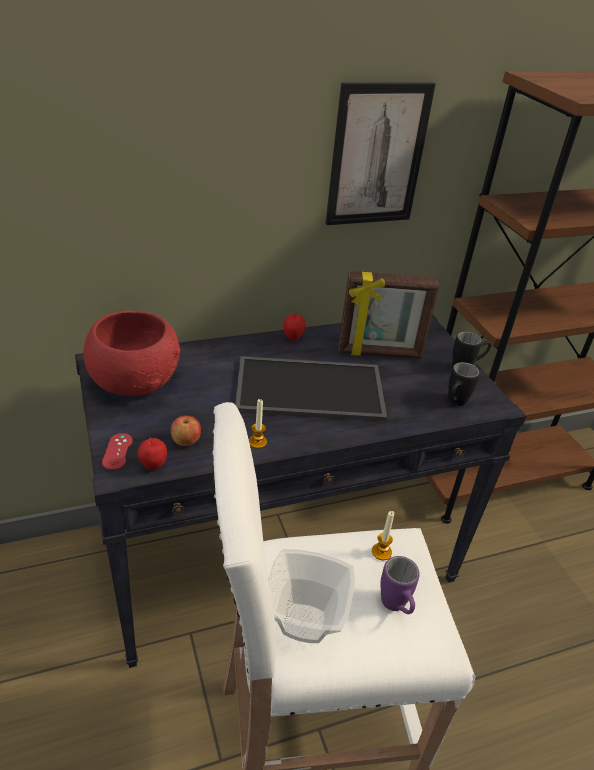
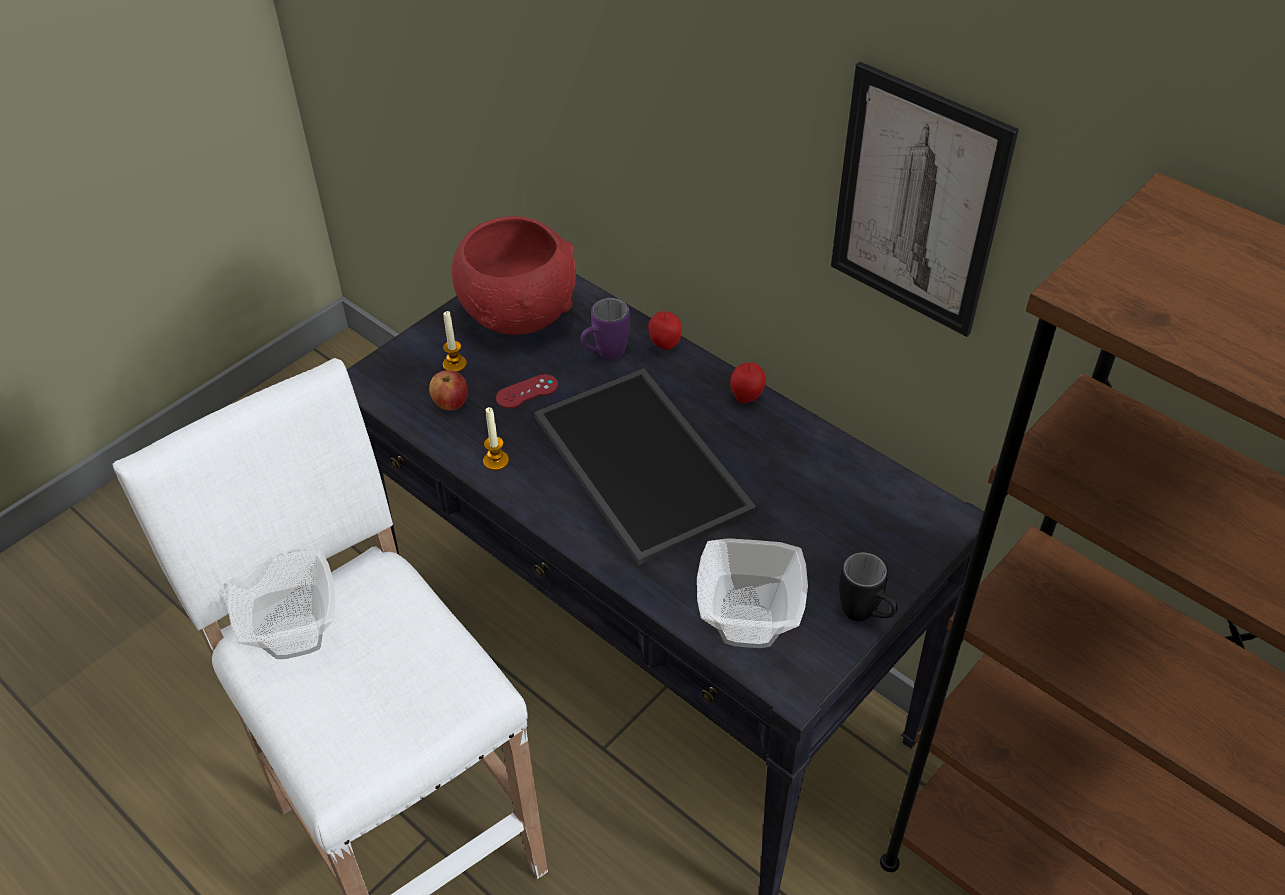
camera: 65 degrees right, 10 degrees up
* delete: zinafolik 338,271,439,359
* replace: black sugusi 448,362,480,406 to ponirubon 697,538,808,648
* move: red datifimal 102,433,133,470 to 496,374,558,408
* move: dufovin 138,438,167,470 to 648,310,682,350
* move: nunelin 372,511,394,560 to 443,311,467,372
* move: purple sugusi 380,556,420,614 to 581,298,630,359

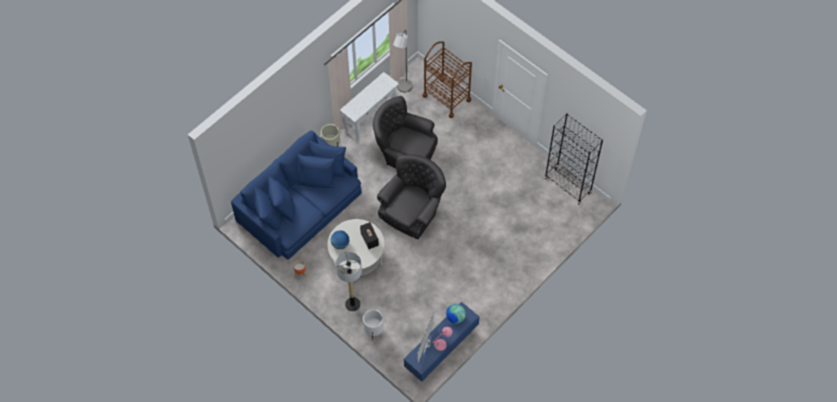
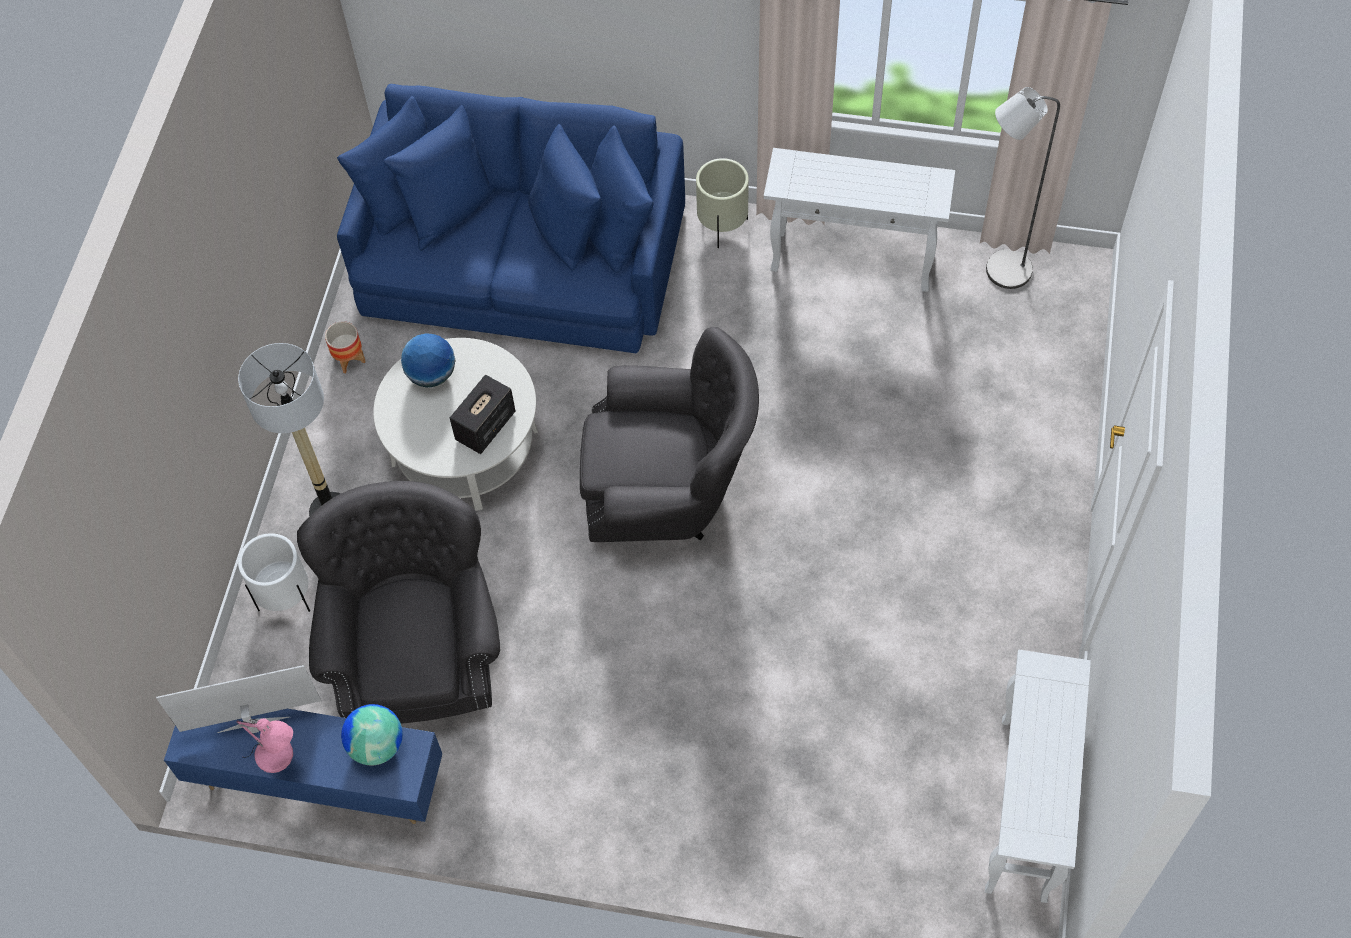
camera: 60 degrees right, 0 degrees up
* delete: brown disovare 422,41,472,118
* move: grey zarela 373,96,438,168 to 297,481,500,723
* replace: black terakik 545,113,603,205 to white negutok 985,650,1091,903

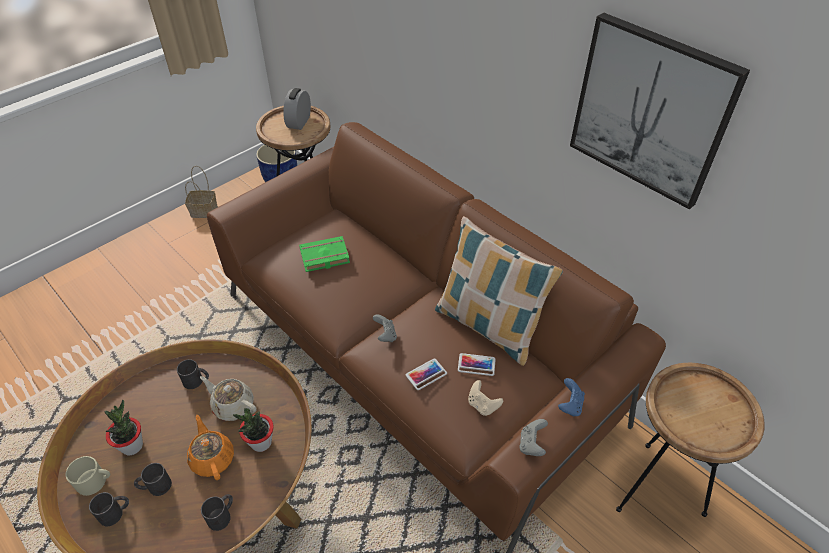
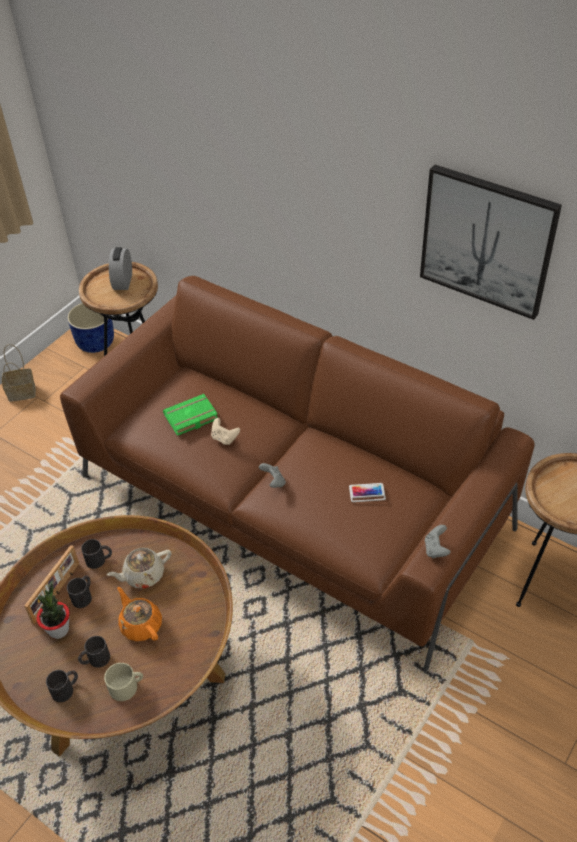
camera: 10 degrees left, 0 degrees up
* delete: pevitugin 435,216,563,366
* delete: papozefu 406,359,447,390
* rotate: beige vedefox 200,376,257,421 = 107,548,171,588 45 degrees counterclockwise
* delete: blue datifimal 558,378,585,416
* move: beige datifimal 468,380,503,416 to 211,418,240,445
* delete: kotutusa 233,408,274,452
* move: beige sugusi 66,456,110,496 to 104,663,143,701
* move: black sugusi 201,494,233,531 to 67,575,92,608
* insert: zinafolik 24,545,79,624

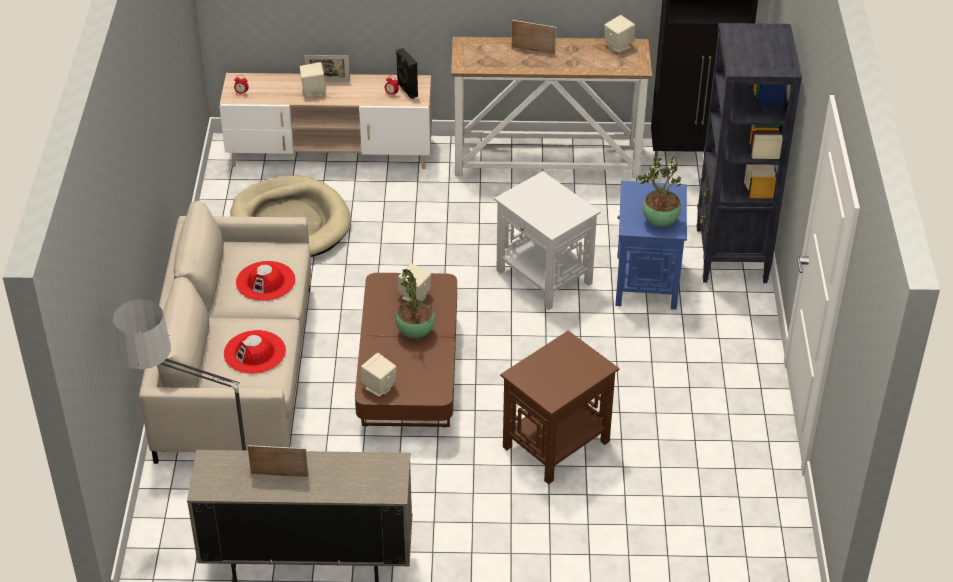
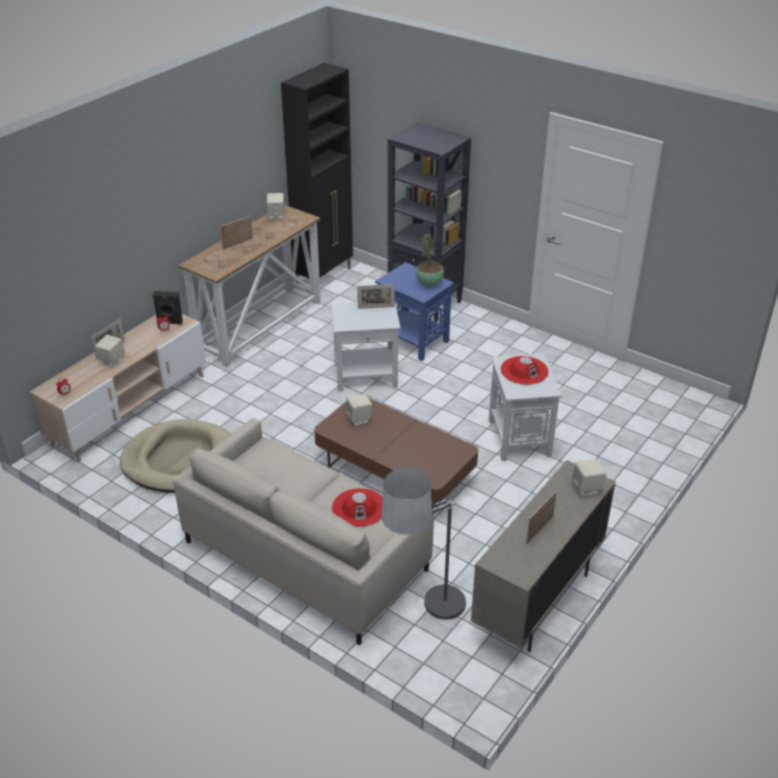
camera: 55 degrees left, 5 degrees down
* move: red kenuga 236,261,295,301 to 501,356,549,385
* delete: kotutusa 396,269,435,338
* recolor: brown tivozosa 500,331,620,484 to white tivozosa 489,353,562,461
* move: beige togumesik 360,353,396,397 to 571,459,606,497
* insert: zinafolik 357,284,395,309

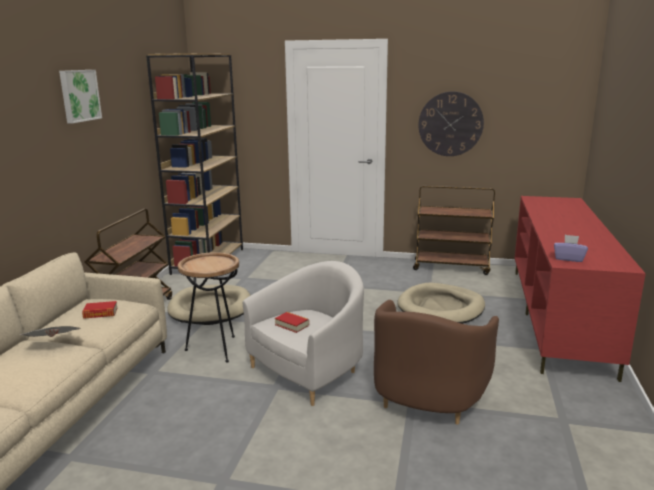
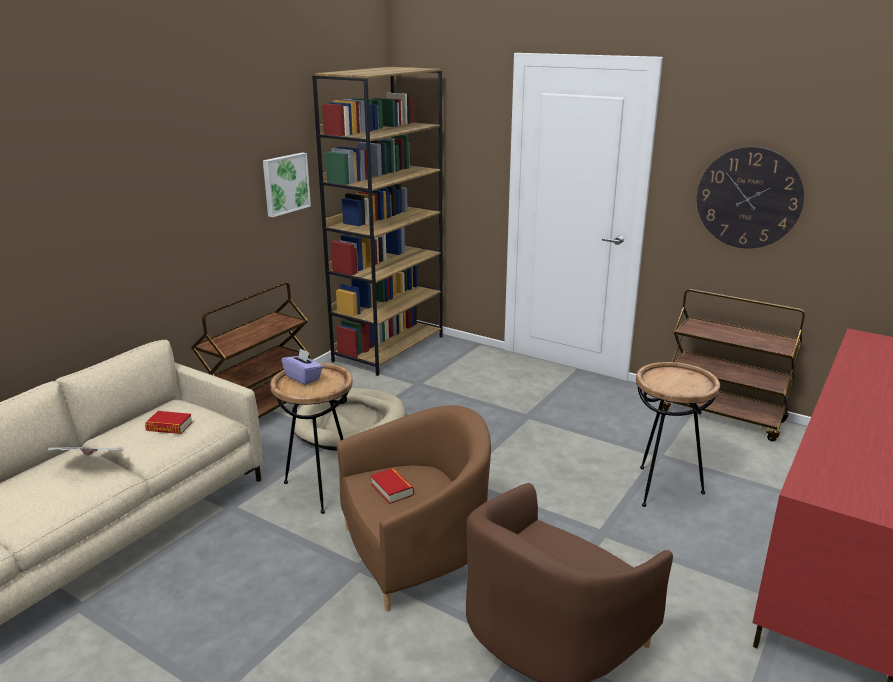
camera: 20 degrees right, 5 degrees up
* move: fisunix 59,70,102,123 to 263,153,311,217
* move: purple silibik 554,235,588,262 to 281,348,323,385
* recolor: white zarela 243,261,364,406 to brown zarela 337,405,491,611
* replace: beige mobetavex 398,283,485,324 to brown tivozosa 636,362,720,507

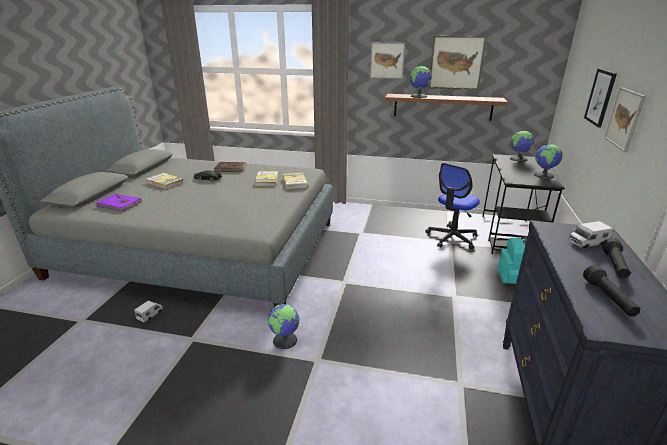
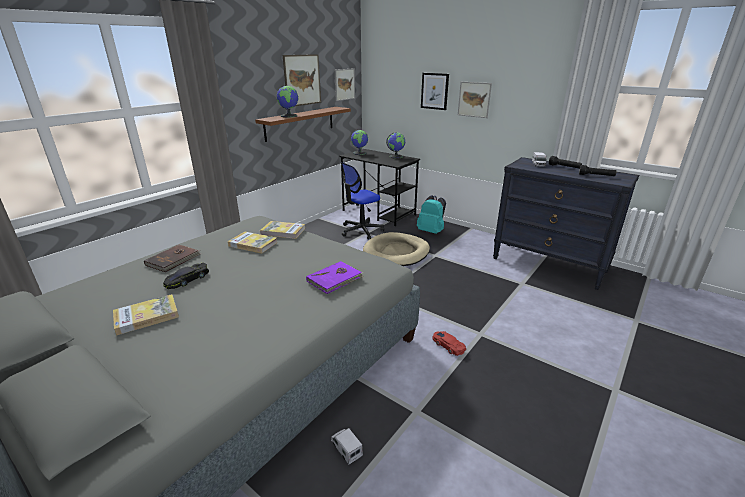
camera: 65 degrees left, 0 degrees up
* move: fisunix 370,43,405,79 to 335,68,355,101
* rotate: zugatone 426,163,480,250 = 341,162,384,240 75 degrees clockwise
* move: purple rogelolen 95,194,141,212 to 306,261,364,294
* replace: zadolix 268,303,300,349 to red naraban 433,331,466,356
* insert: beige mobetavex 363,232,430,266

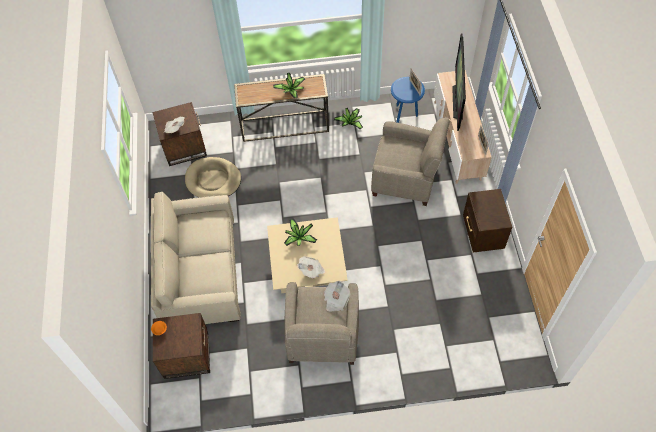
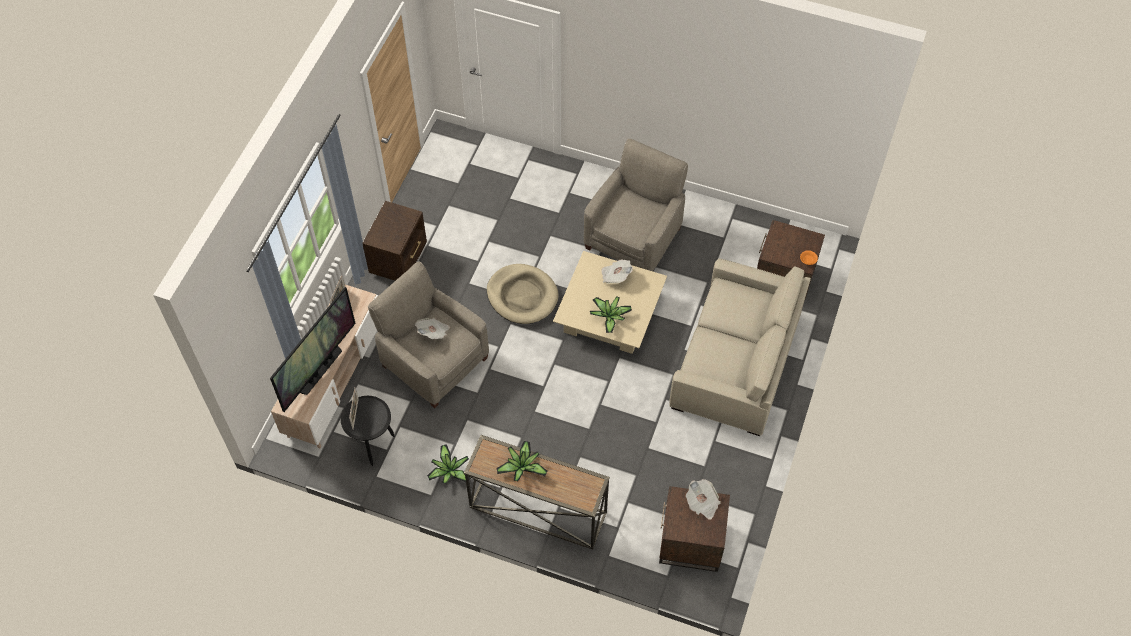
camera: 155 degrees left, 0 degrees up
* recolor: blue tivozosa 391,77,425,123 to black tivozosa 341,396,395,466
* move: beige mobetavex 185,157,241,197 to 487,264,559,324
* move: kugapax 324,281,351,312 to 415,318,450,339

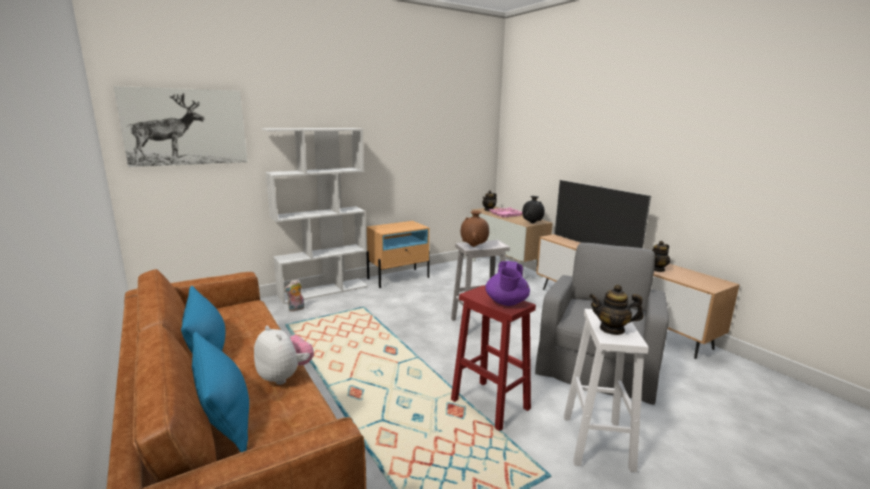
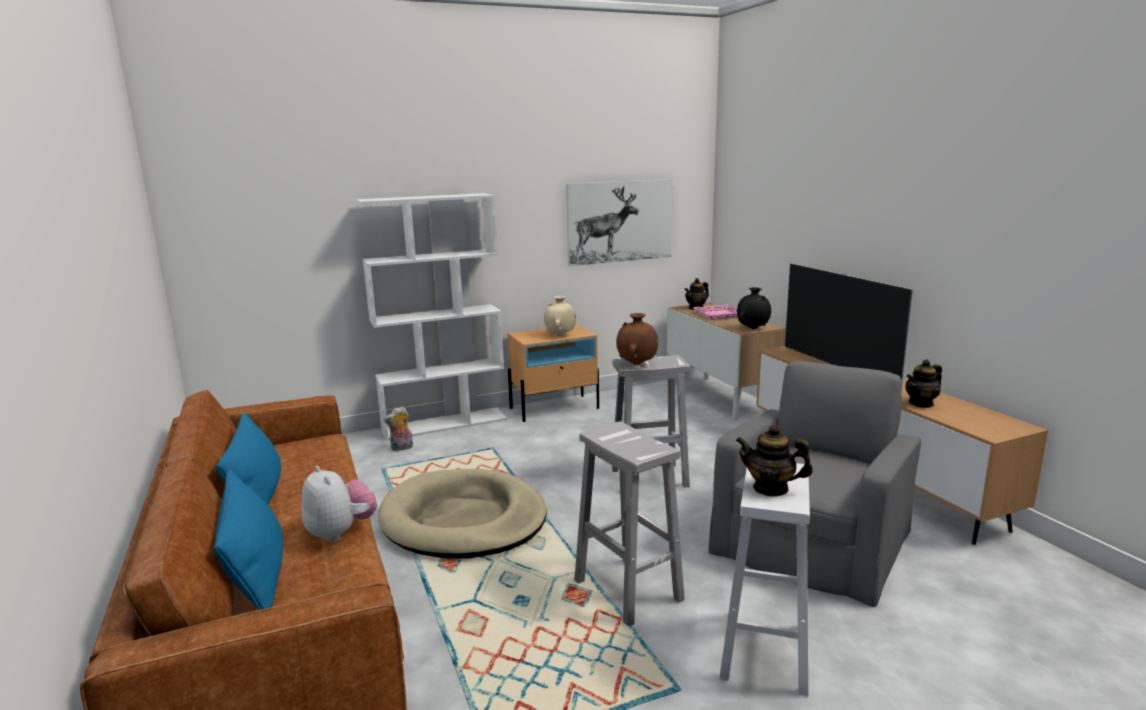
camera: 10 degrees right, 0 degrees up
* move: fisunix 113,86,247,167 to 566,179,673,266
* delete: purple vedefox 485,261,530,306
* recolor: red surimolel 451,285,536,431 to white surimolel 574,421,685,626
* insert: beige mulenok 544,296,576,336
* insert: beige mobetavex 378,469,547,558

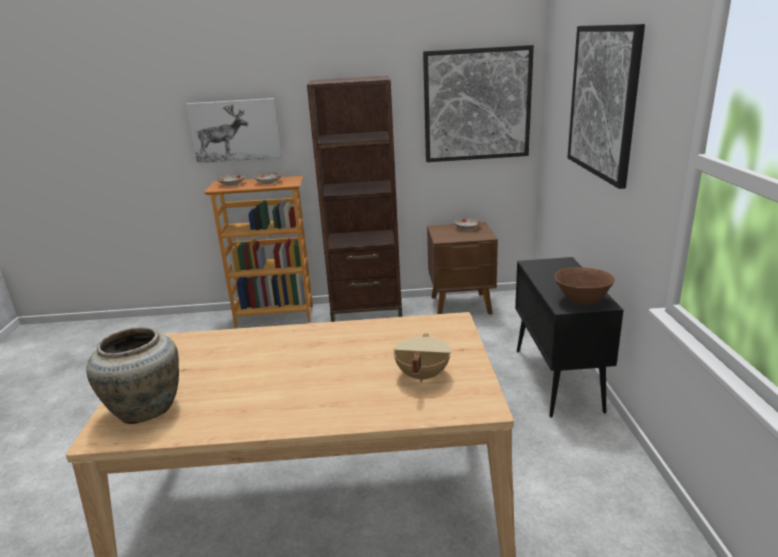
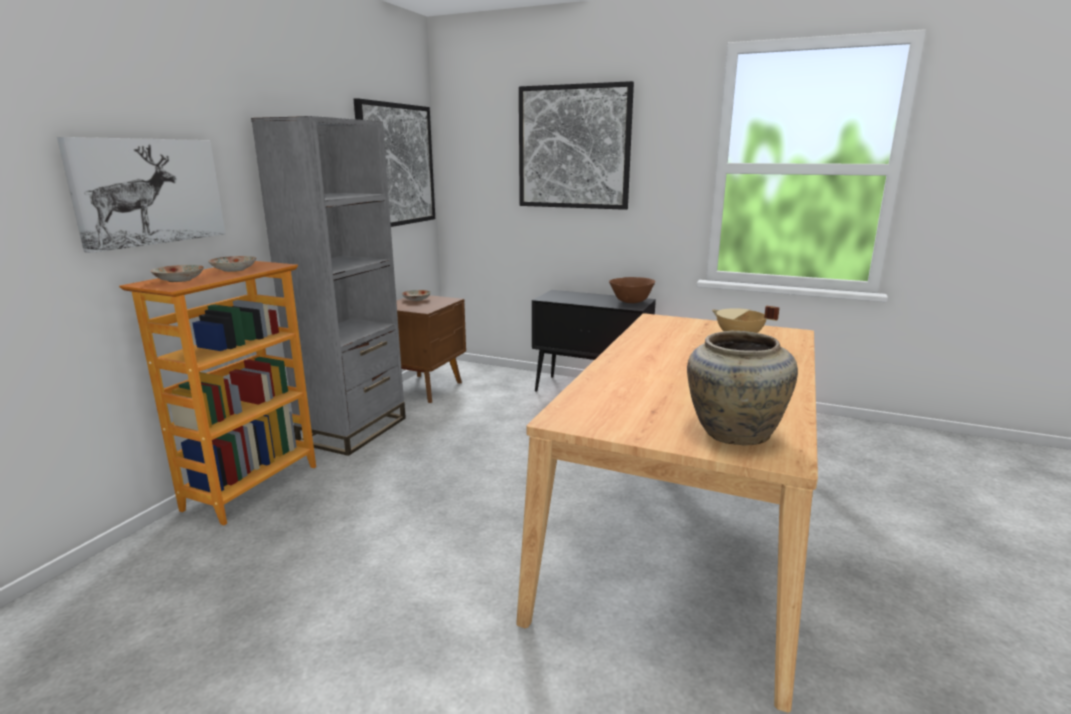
camera: 65 degrees left, 5 degrees down
* recolor: brown terakik 307,76,402,322 to grey terakik 251,116,406,456

